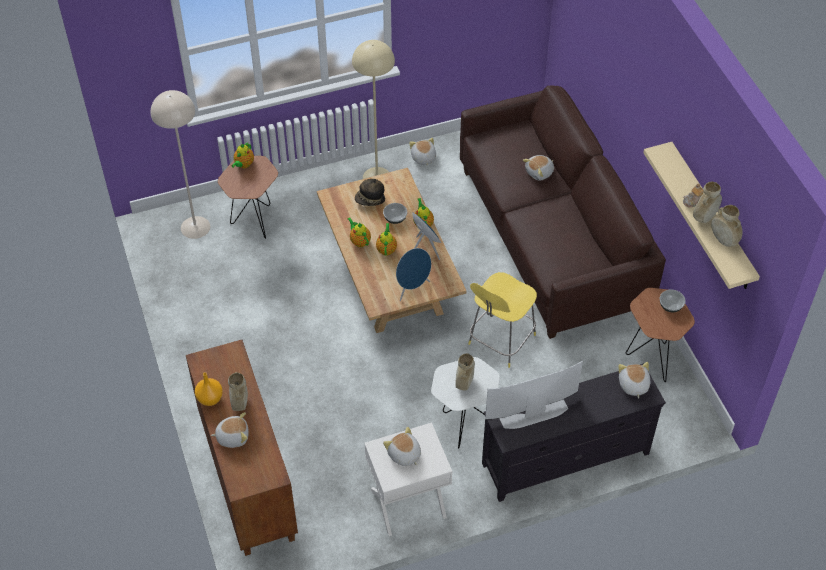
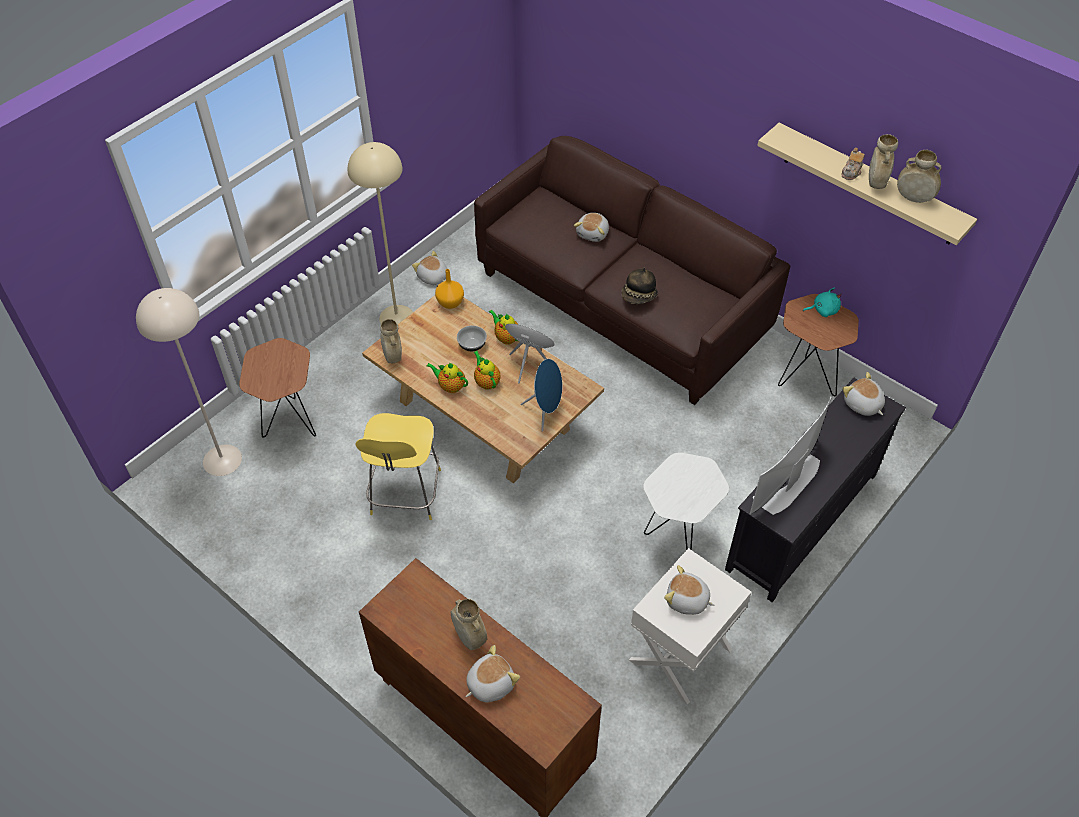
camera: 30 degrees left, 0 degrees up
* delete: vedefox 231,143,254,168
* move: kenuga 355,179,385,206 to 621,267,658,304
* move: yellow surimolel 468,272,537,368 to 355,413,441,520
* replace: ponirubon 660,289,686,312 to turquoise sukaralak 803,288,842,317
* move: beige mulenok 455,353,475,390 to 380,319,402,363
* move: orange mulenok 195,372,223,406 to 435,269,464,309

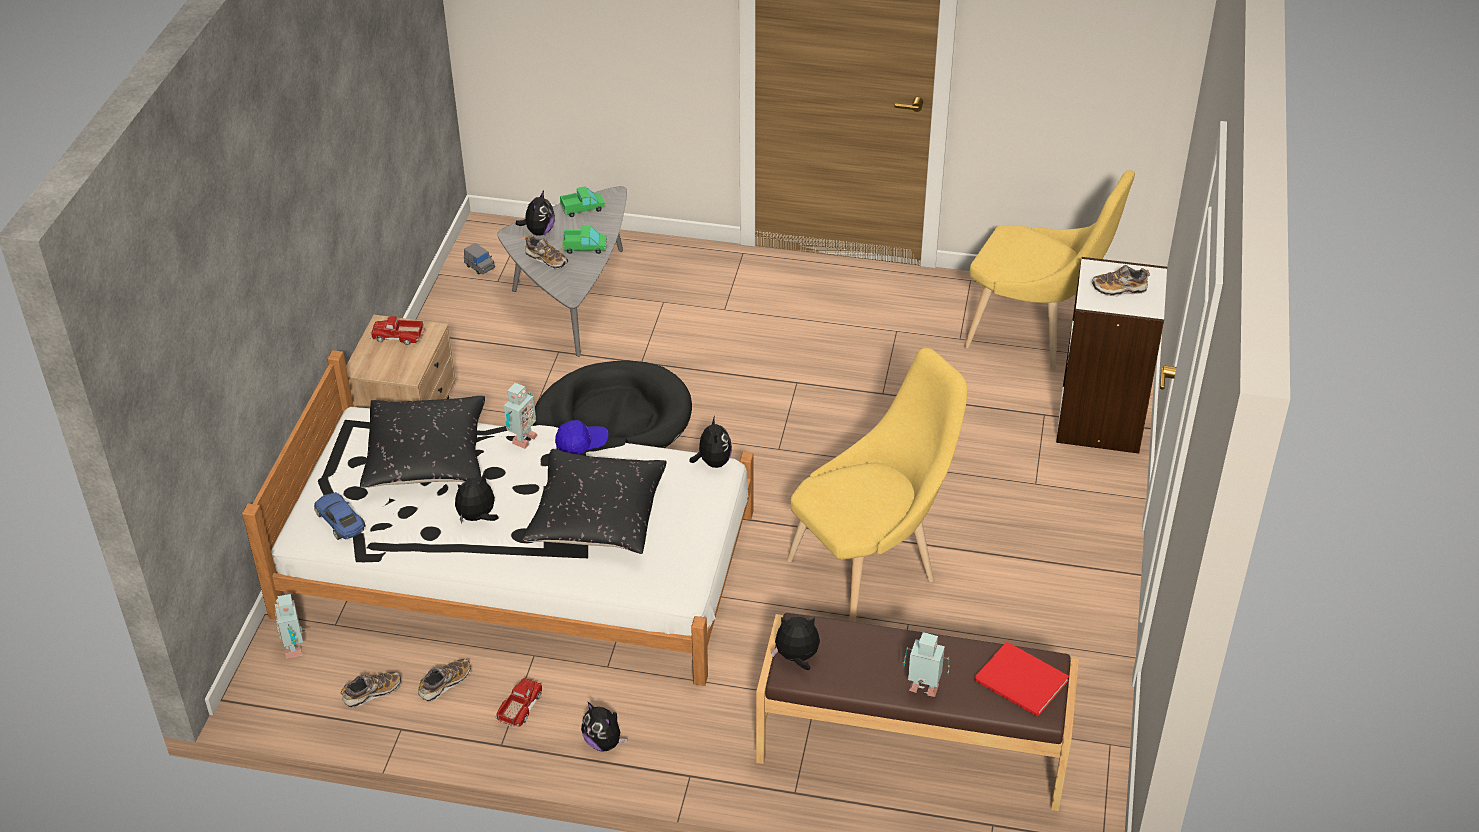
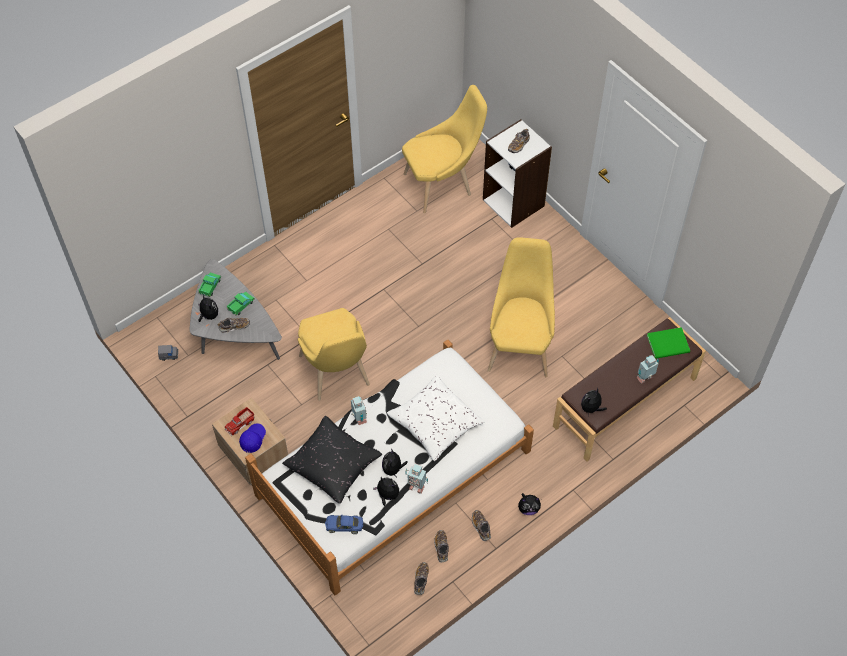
camera: 50 degrees left, 15 degrees up
* replace: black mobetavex 533,360,692,448 to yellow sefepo 298,308,370,401
* move: sukaralak 690,416,732,468 to 373,477,399,506
* move: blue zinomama 555,420,609,455 to 239,423,266,453
* recolor: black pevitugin 522,449,667,554 to white pevitugin 387,375,484,461
* move: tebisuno 274,594,305,659 to 405,464,428,494
* recolor: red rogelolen 974,641,1069,717 to green rogelolen 647,327,690,359
* replace: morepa 495,678,543,728 to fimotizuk 472,510,491,541

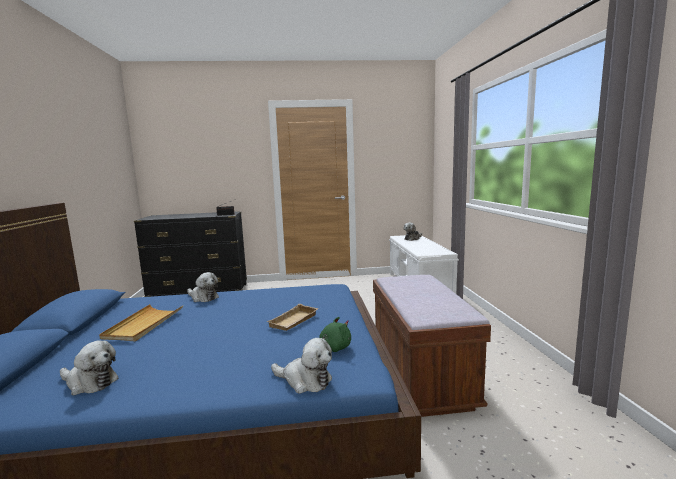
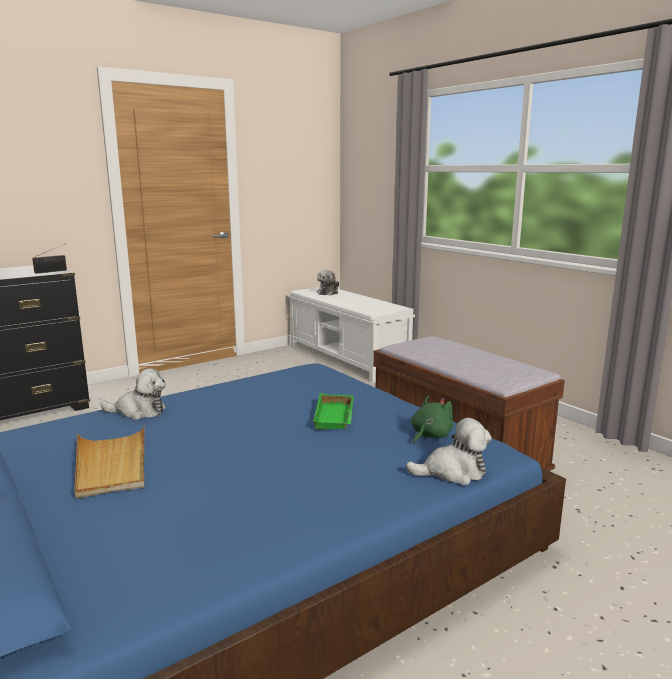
camera: 30 degrees left, 5 degrees up
* recolor: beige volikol 267,304,318,331 to green volikol 313,393,354,429
* delete: sukaralak 60,340,119,395

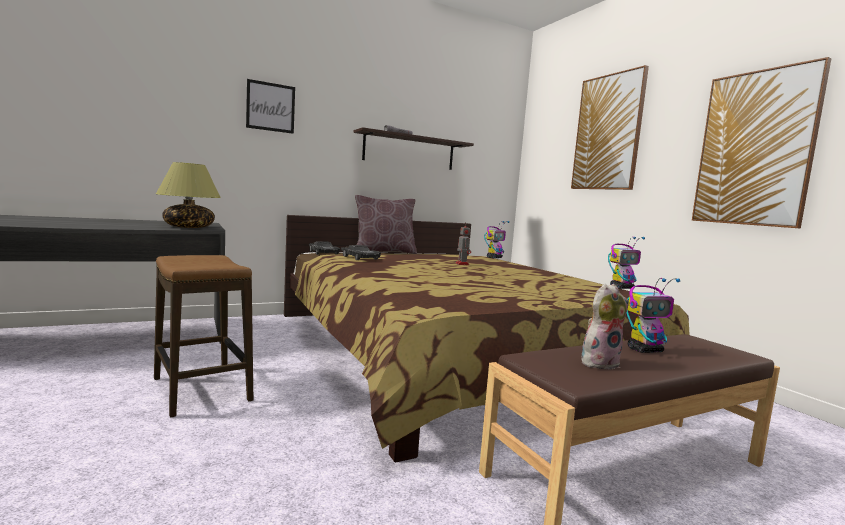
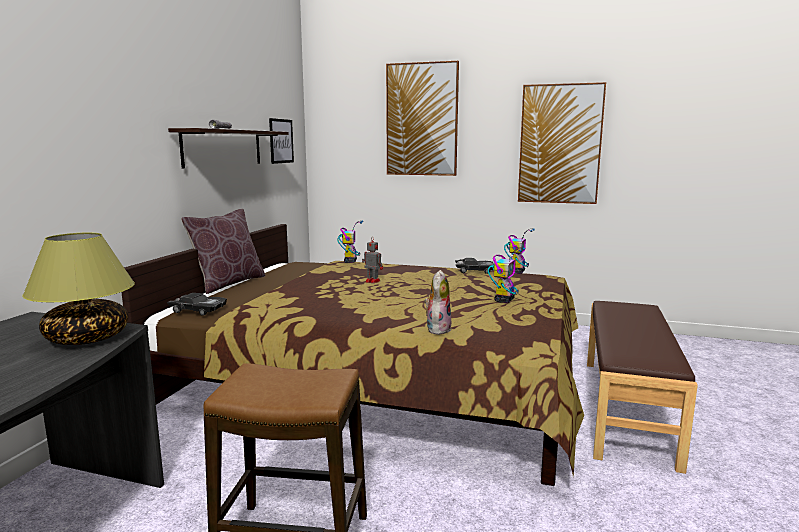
camera: 45 degrees left, 5 degrees up
* move: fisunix 246,79,295,134 to 269,118,294,164
* move: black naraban 341,245,381,260 to 455,258,494,274
* move: tebisuno 626,278,680,353 to 488,248,525,303
* move: sukaralak 581,284,629,369 to 424,270,451,335

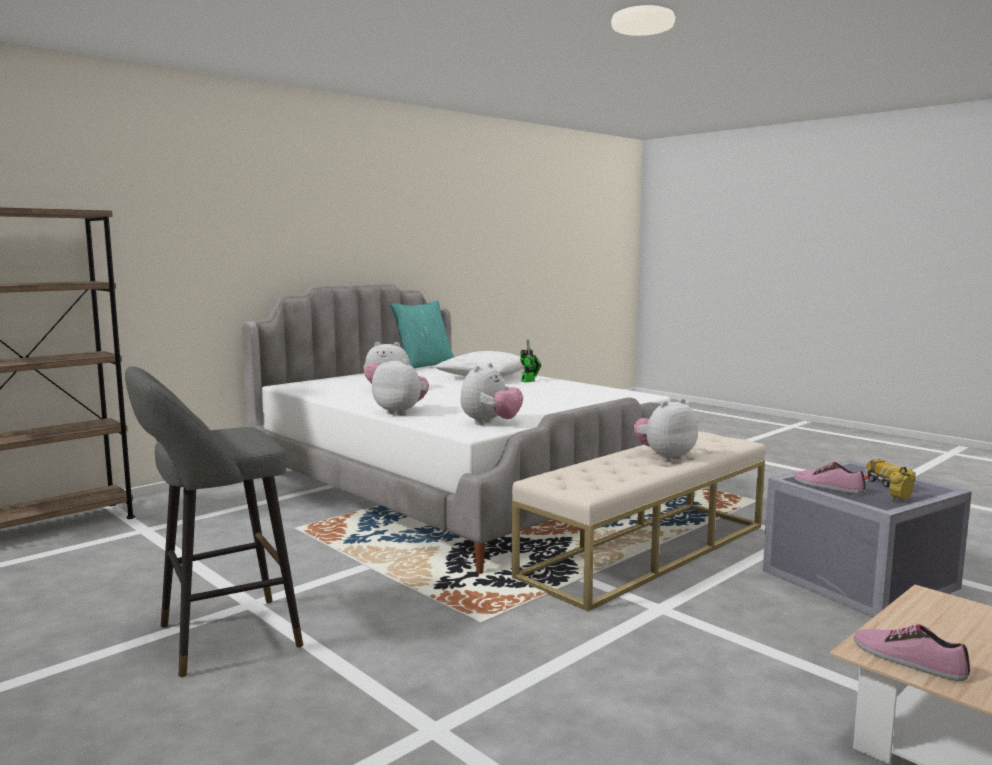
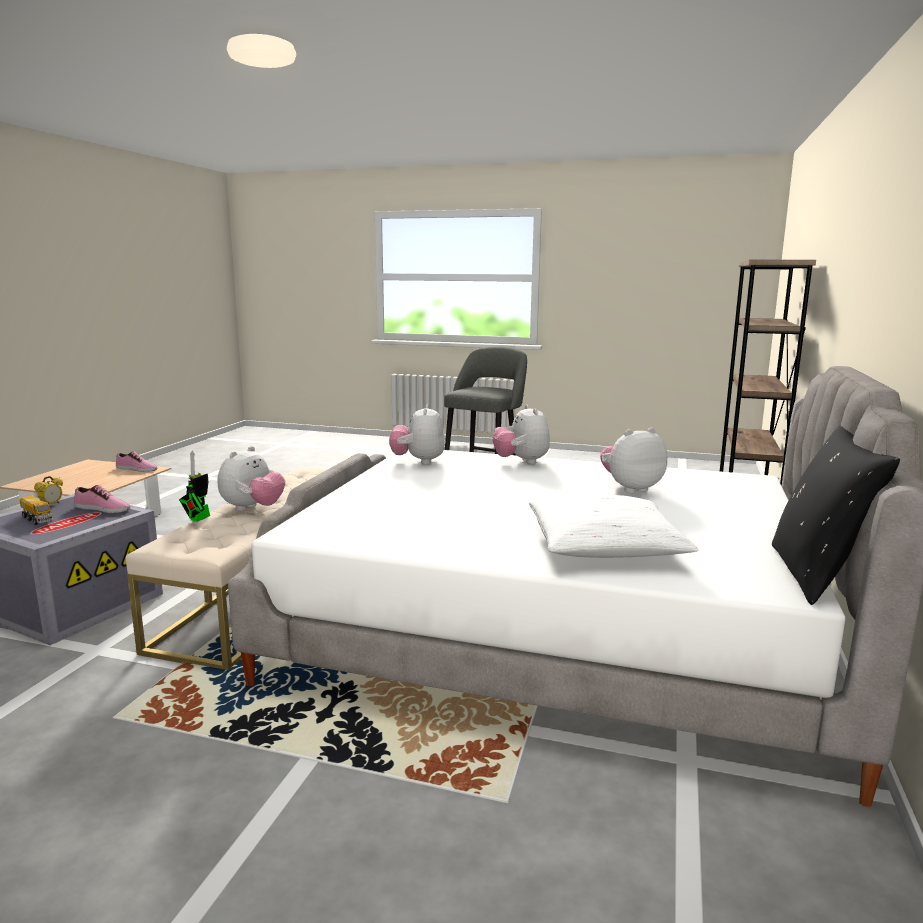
camera: 150 degrees right, 5 degrees up
* recolor: turquoise pevitugin 390,300,454,369 to black pevitugin 772,424,900,605
* move: tebisuno 520,339,542,383 to 179,450,210,522
* rotate: sukaralak 372,358,429,415 = 493,405,550,464 75 degrees clockwise

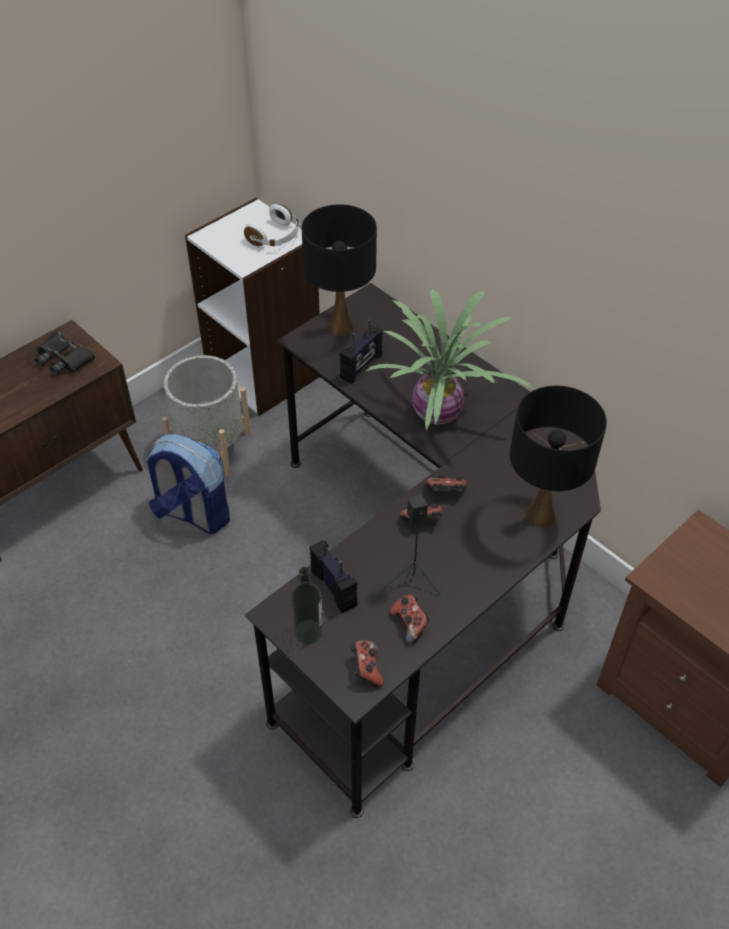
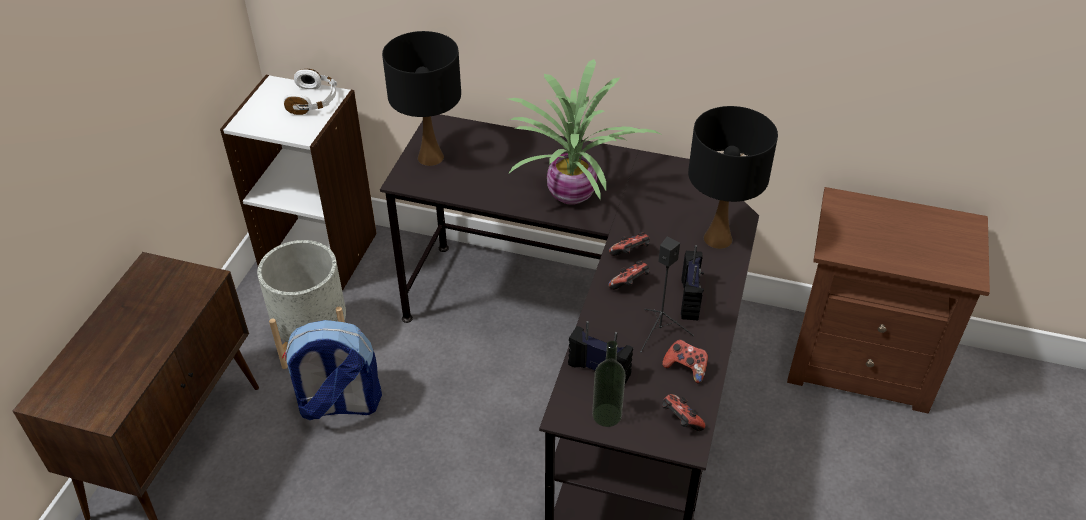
camera: 30 degrees left, 5 degrees down
* move: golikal 340,319,383,384 to 681,245,704,321
* delete: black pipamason 34,331,95,376

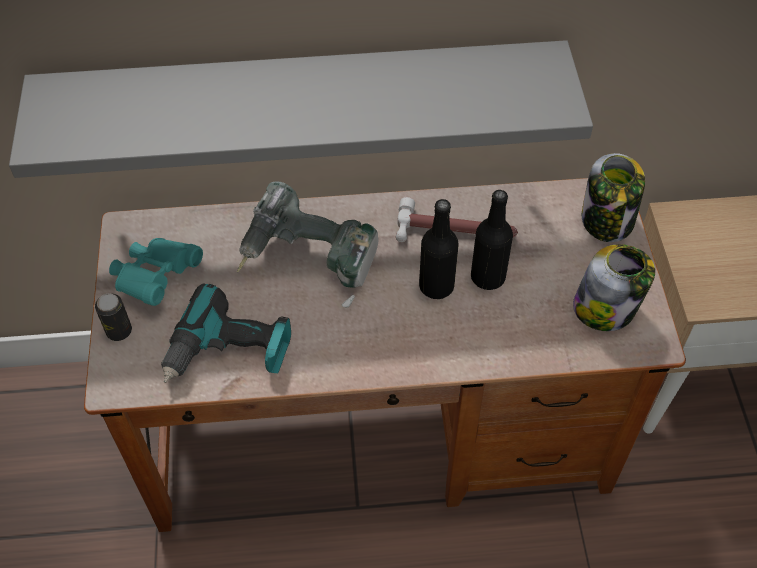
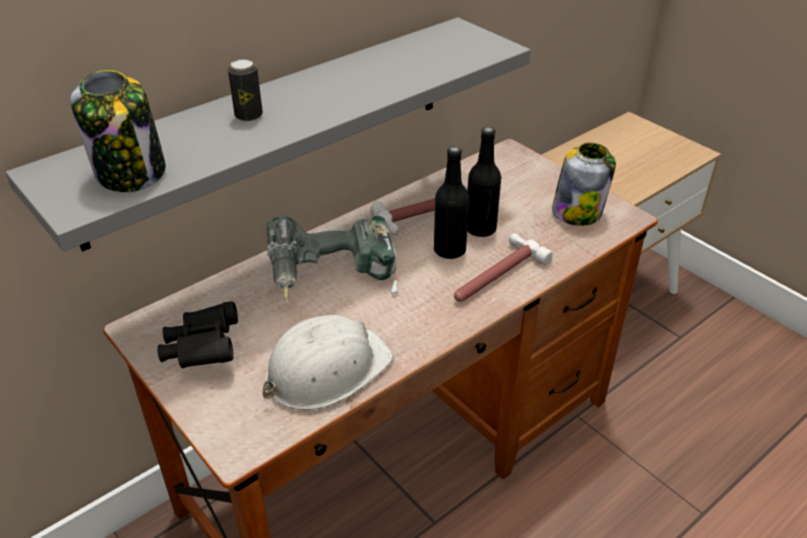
camera: 35 degrees left, 15 degrees down
* move: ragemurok 582,153,645,242 to 70,70,166,192
* recolor: turquoise pipamason 109,238,203,306 to black pipamason 157,301,238,368
* replace: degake 161,283,291,383 to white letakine 262,315,393,410
* move: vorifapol 95,293,132,341 to 228,59,263,121
* insert: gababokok 454,233,553,302

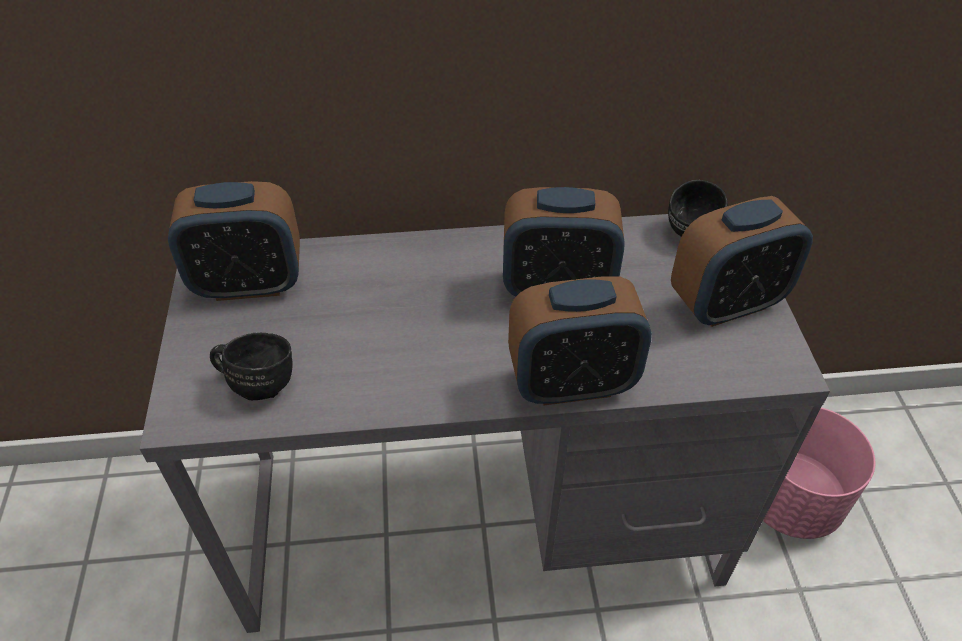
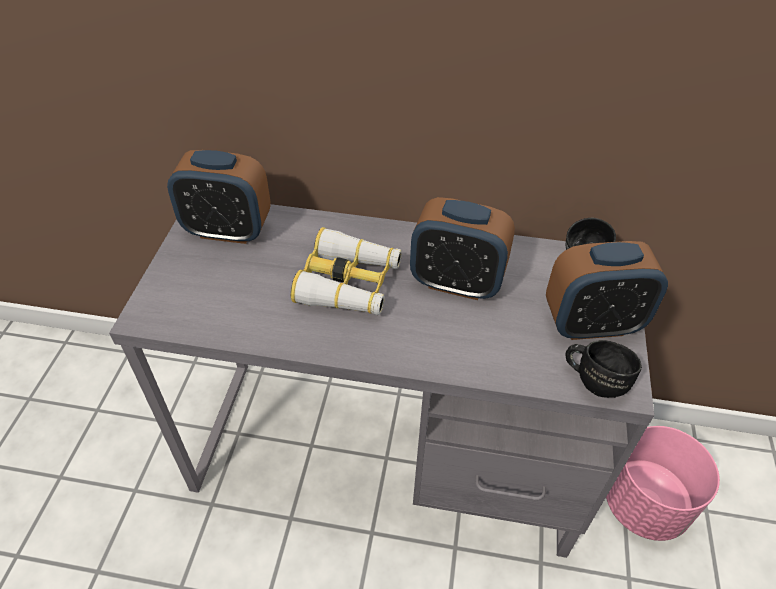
camera: 15 degrees right, 0 degrees up
* delete: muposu 508,277,652,406
* move: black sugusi 210,333,293,400 to 566,340,642,398
* insert: pipamason 290,227,402,315

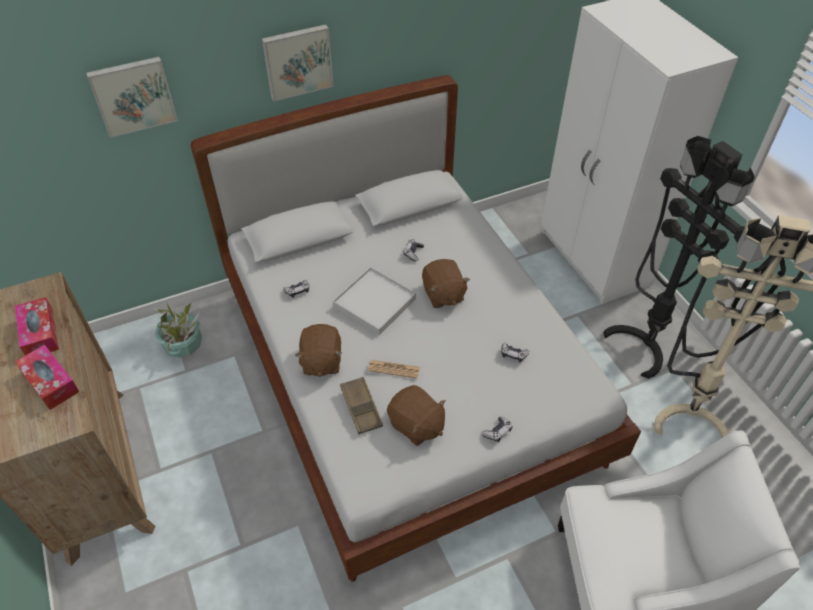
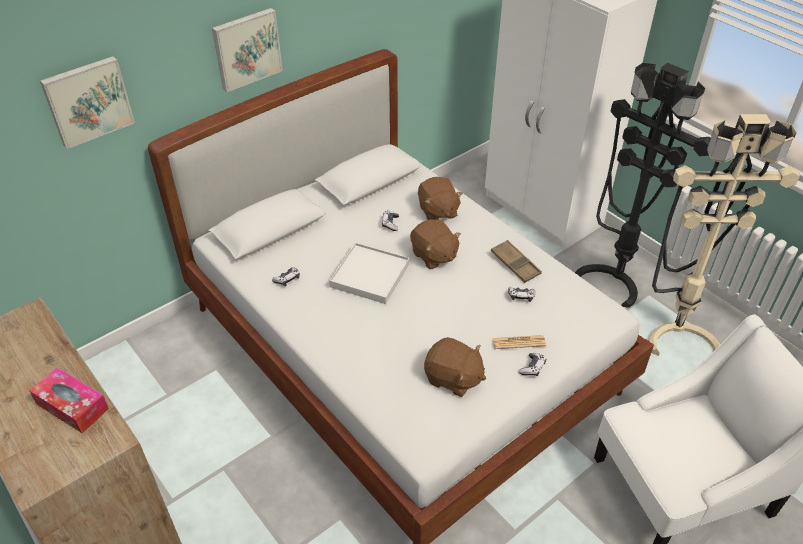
camera: 15 degrees left, 5 degrees down
* delete: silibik 15,297,59,356
* delete: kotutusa 153,302,202,358
* move: brown sukaralak 295,324,342,377 to 418,177,463,220
* move: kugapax 368,360,420,378 to 492,335,546,349
* move: brown volikol 340,377,383,434 to 491,240,542,283

